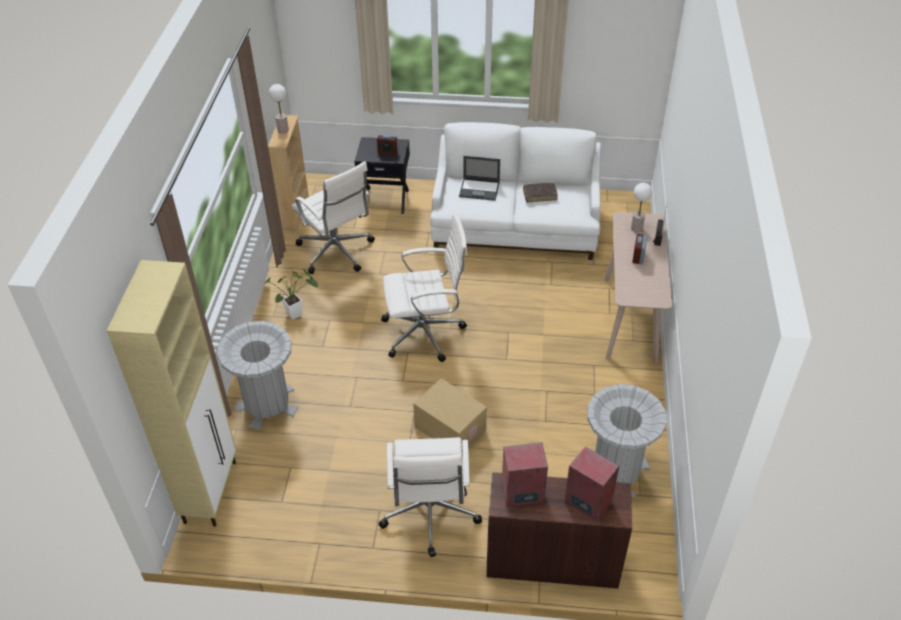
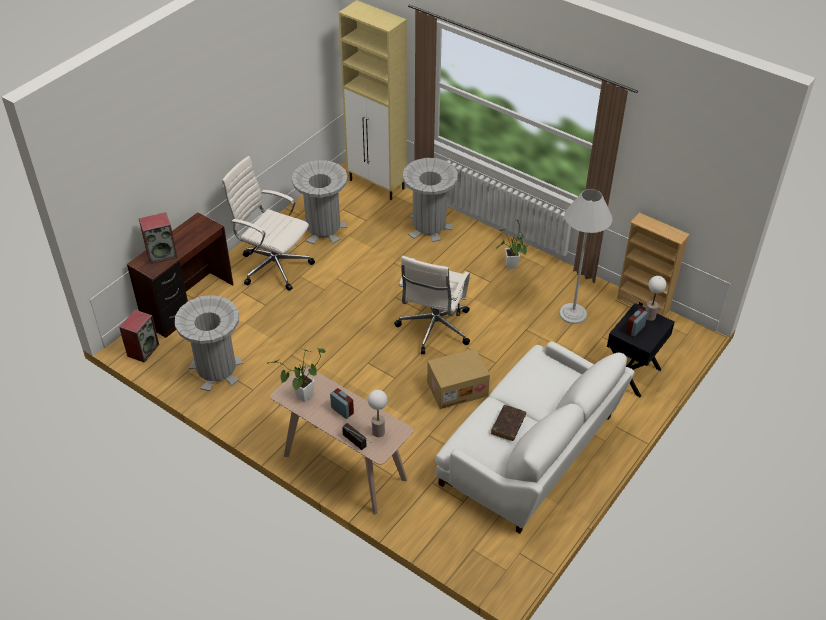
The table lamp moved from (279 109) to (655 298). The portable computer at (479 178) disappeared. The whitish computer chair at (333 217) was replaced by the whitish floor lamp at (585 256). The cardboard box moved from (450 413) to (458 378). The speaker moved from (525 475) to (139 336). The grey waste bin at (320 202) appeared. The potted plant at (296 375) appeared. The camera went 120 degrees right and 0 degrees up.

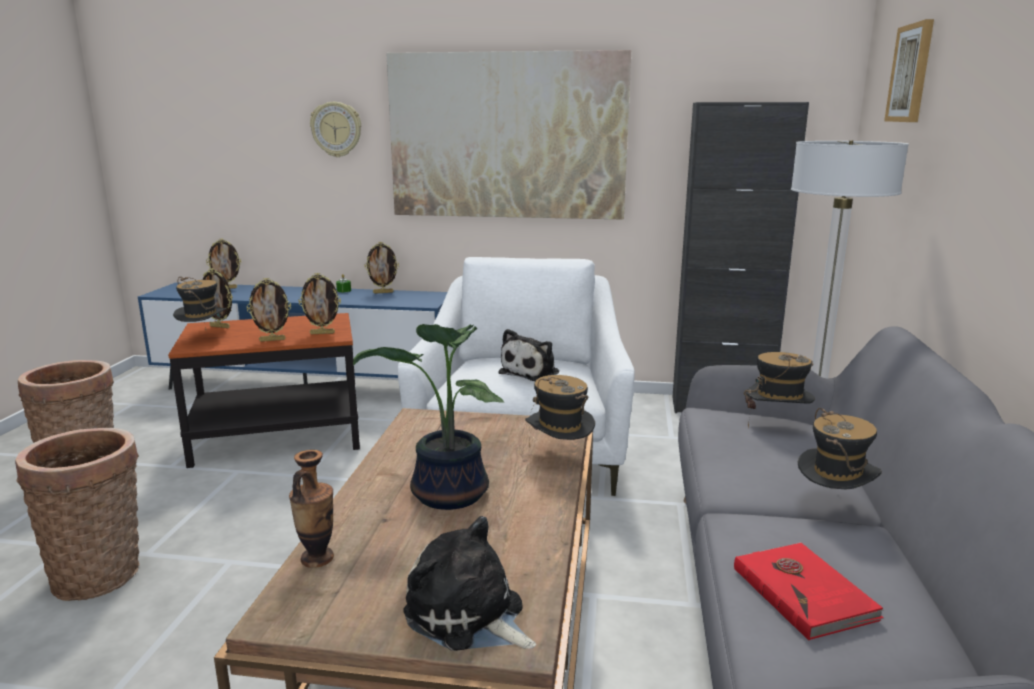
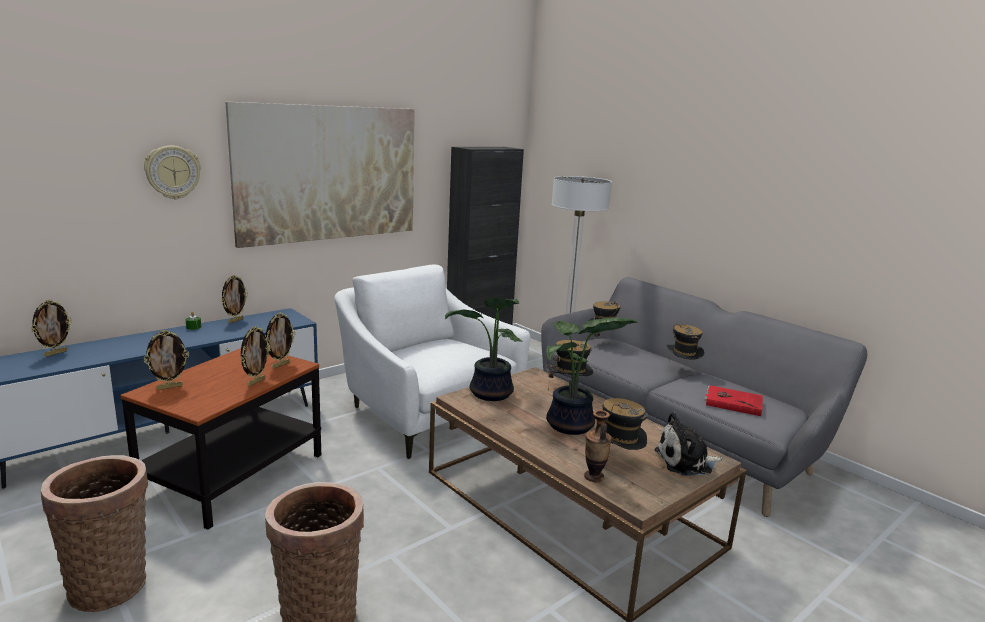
The wall art at (909 70) disappeared. The wearable hat moved from (200 303) to (621 424). The cuddly toy at (528 355) disappeared. The potted plant at (484 349) appeared. The camera went 50 degrees left and 0 degrees up.

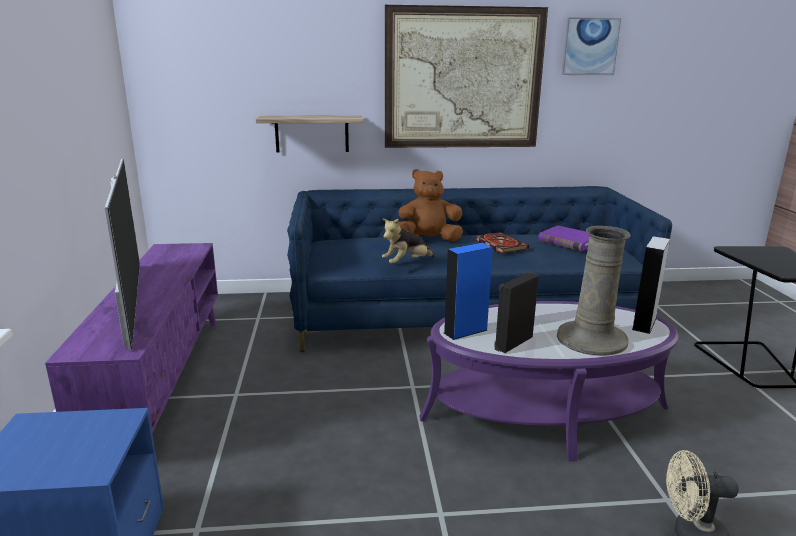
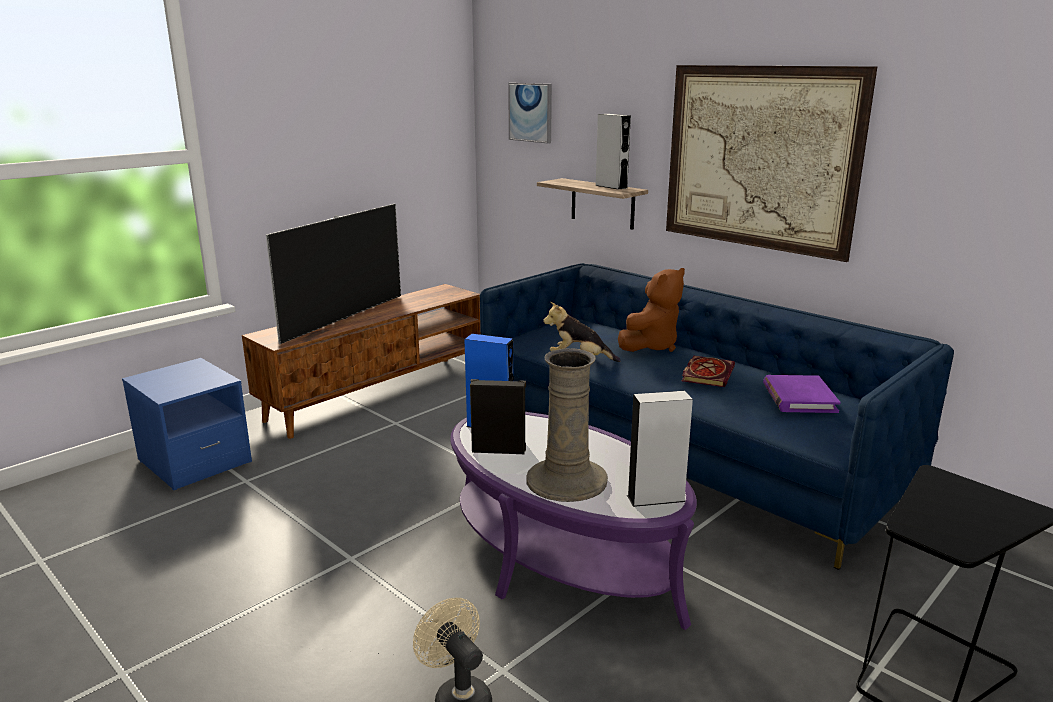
The wall art moved from (591 46) to (530 113). The brown cuddly toy at (430 205) turned 90 degrees clockwise. The purple-coloured tv stand at (131 348) became the brown tv stand at (361 361). The grey speaker at (613 152) appeared. The camera went 50 degrees right and 0 degrees up.

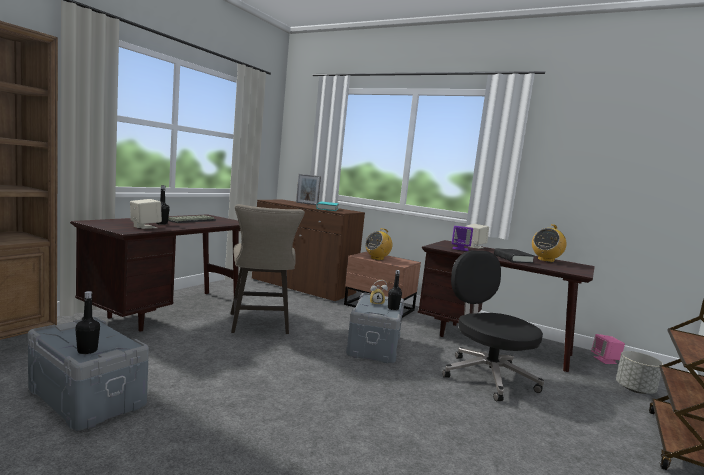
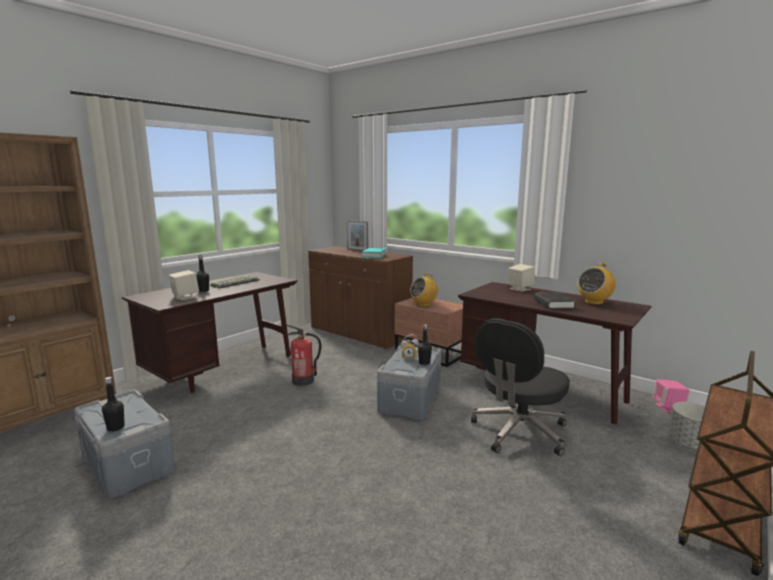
The beige-coloured stool seat at (267 269) was replaced by the fire extinguisher at (304 355). The purple-coloured speaker at (462 238) disappeared. The blackish computer chair at (493 325) turned 120 degrees counterclockwise. The camera went 10 degrees right and 5 degrees up.

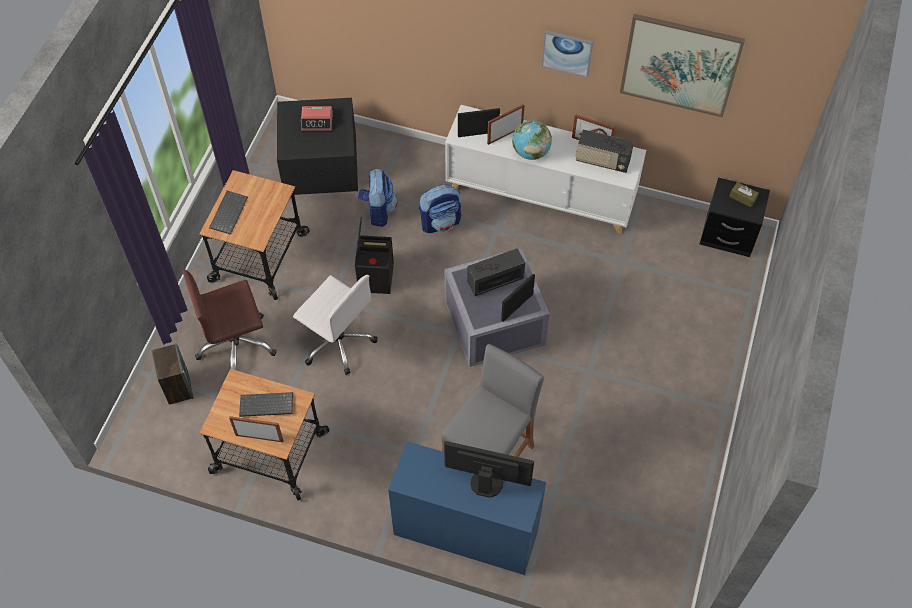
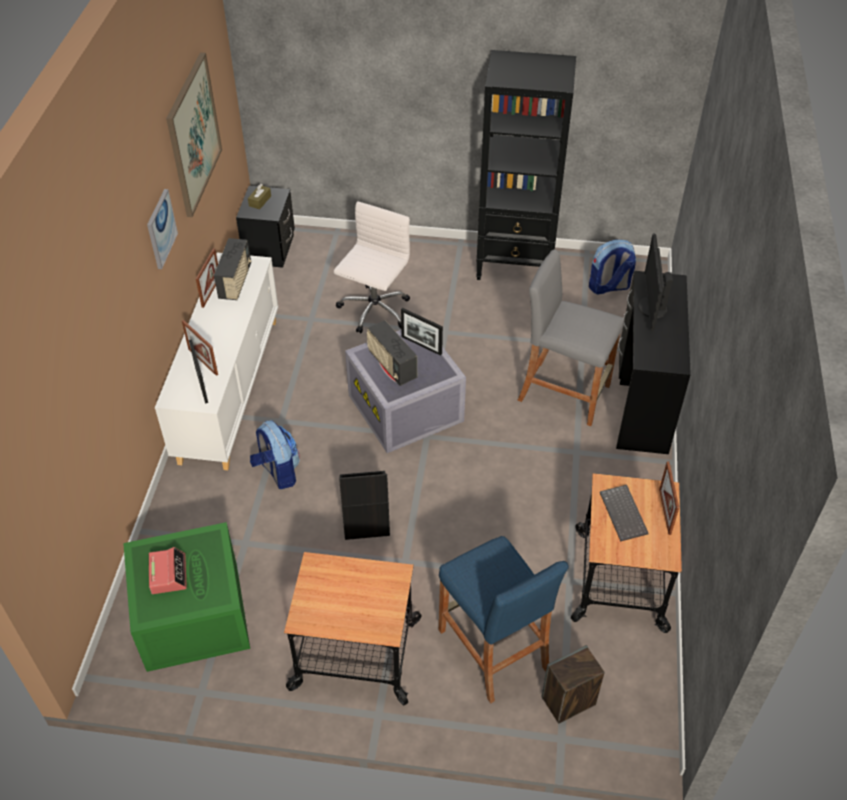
The blackish storage container at (317 146) became the green storage container at (186 597). The globe at (532 140) disappeared. The rucksack moved from (378 197) to (612 267). The computer keyboard at (228 213) disappeared. The brown computer chair at (229 320) was replaced by the blue stool seat at (504 620). The whitish computer chair moved from (335 325) to (372 267). The blue desk unit at (467 508) became the blackish desk unit at (653 362). The blackish shelving unit at (526 165) appeared. The camera went 100 degrees left and 10 degrees down.

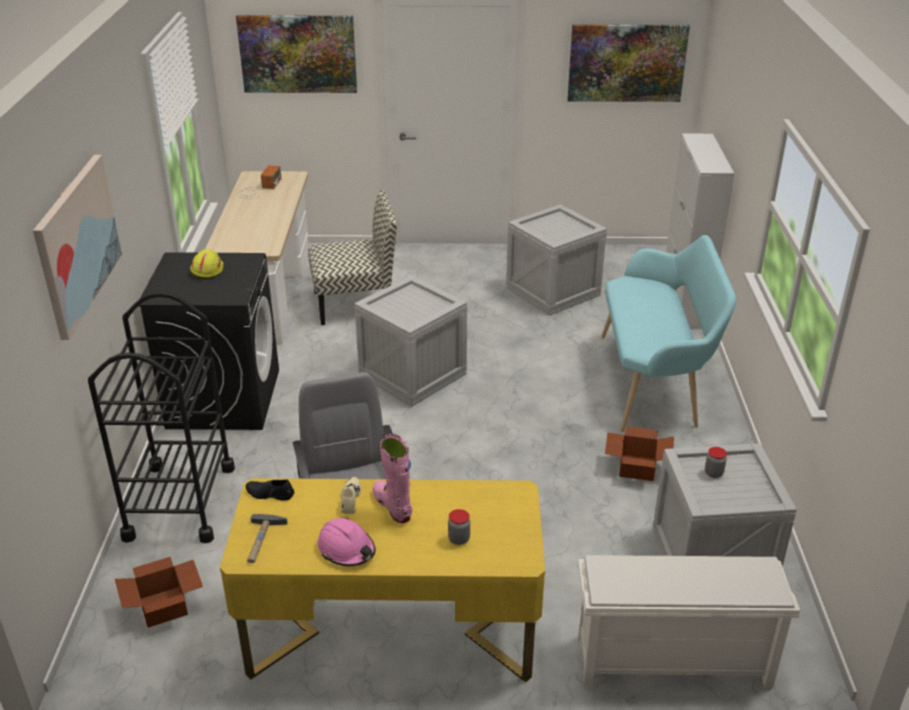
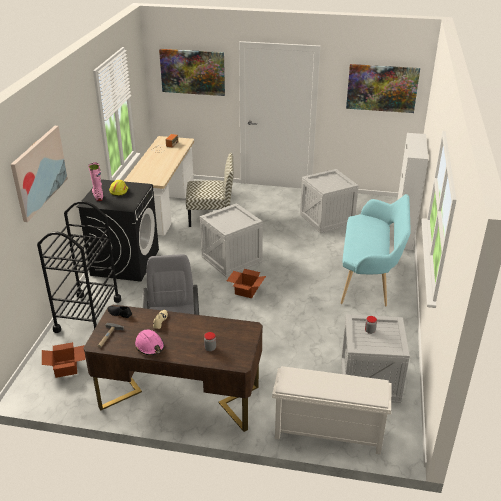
The cardboard box moved from (639 454) to (246 283). The pinkish boot moved from (393 478) to (95 181). The yellowish desk unit at (382 580) became the brown desk unit at (173 368). The camera went 10 degrees right and 0 degrees up.

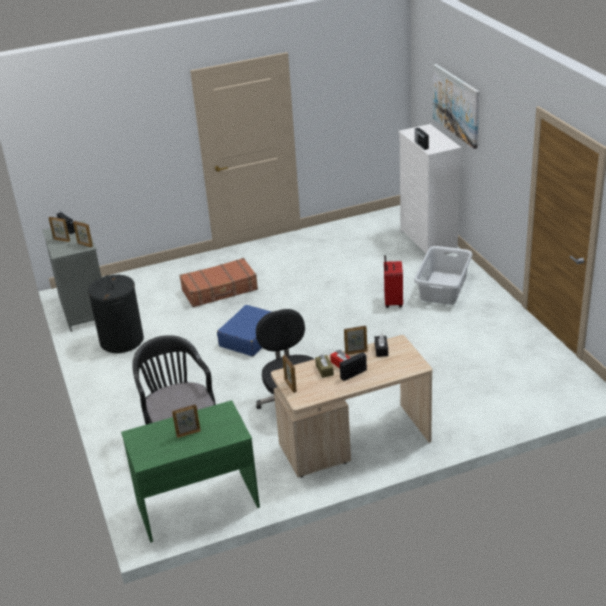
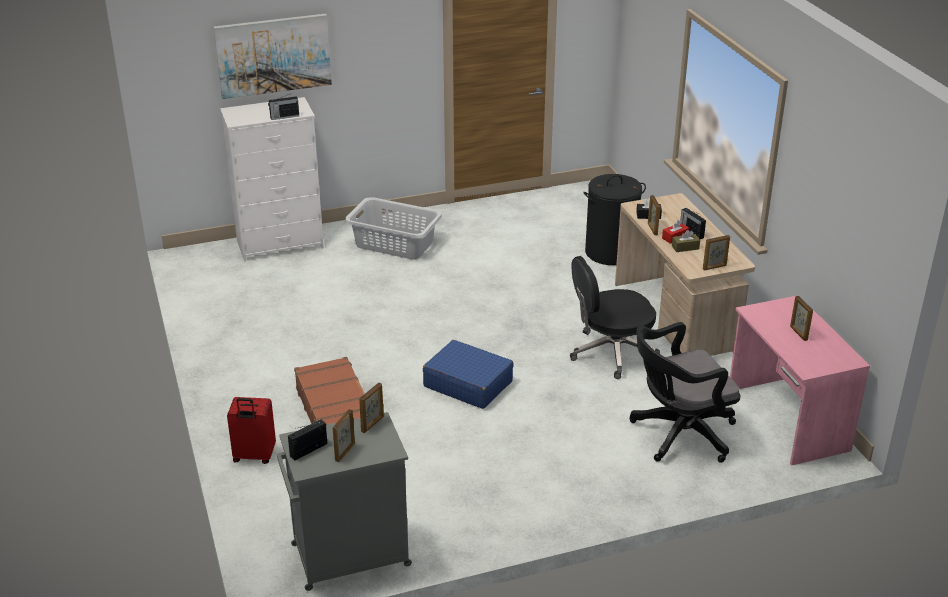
The reddish travel case moved from (393 281) to (251 430). The blackish laundry basket moved from (116 314) to (614 219). The green desk unit at (190 471) became the pinkish desk unit at (800 380). The camera went 90 degrees left and 0 degrees up.

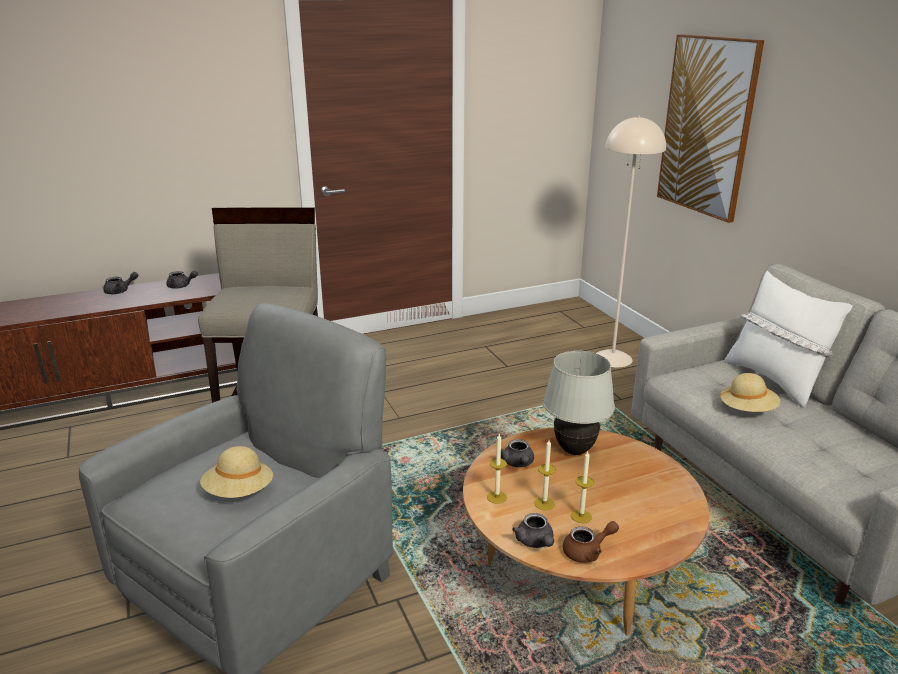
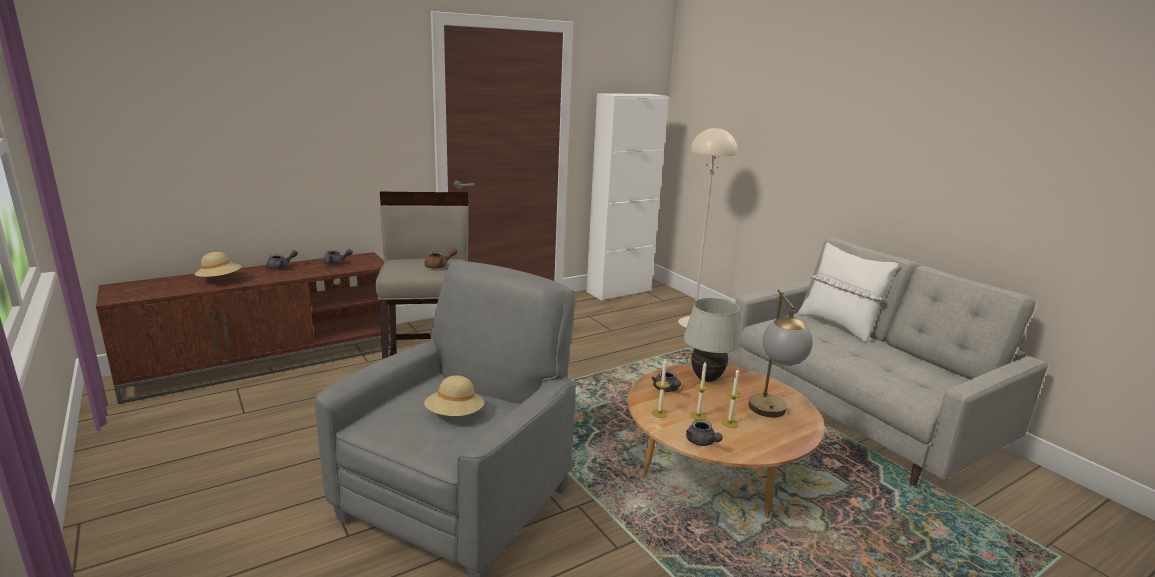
The wall art at (710 128) disappeared. The beige-coloured wearable hat moved from (749 392) to (218 265). The brown tea pot moved from (591 542) to (441 258). The whitish storage cabinet at (627 197) appeared. The table lamp at (780 353) appeared. The camera went 10 degrees left and 5 degrees down.

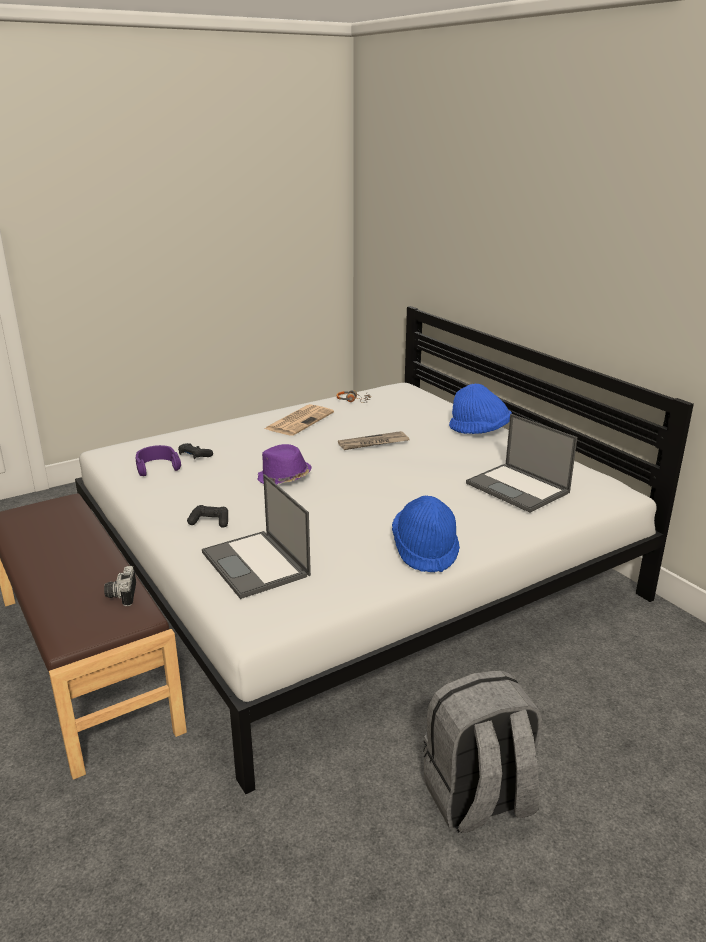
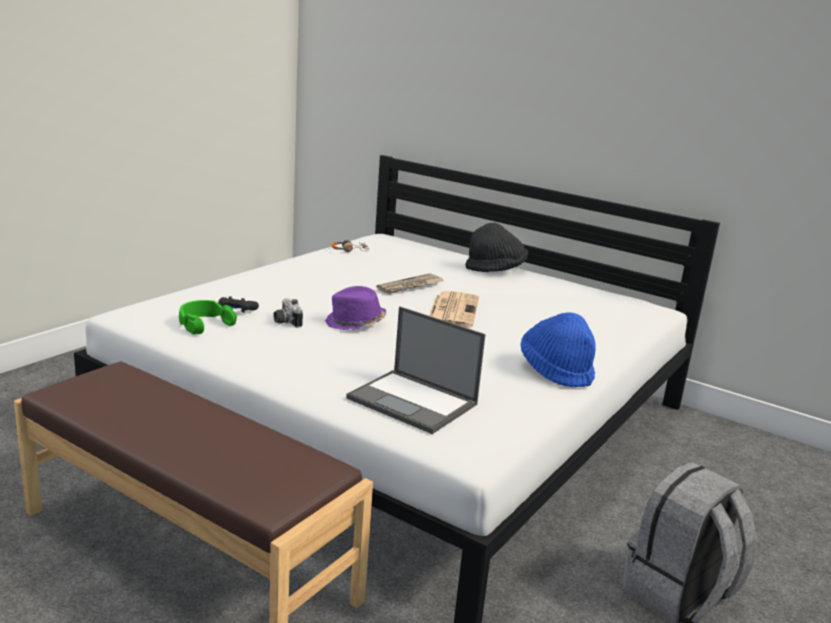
The blue wearable hat at (480 409) became the blackish wearable hat at (496 247). The printed paper moved from (299 420) to (454 309). The portable computer at (521 463) disappeared. The purple-coloured headset at (158 460) became the green headset at (208 317). The blackish joypad at (207 516) disappeared. The still camera moved from (120 586) to (288 313). The camera went 25 degrees left and 5 degrees down.

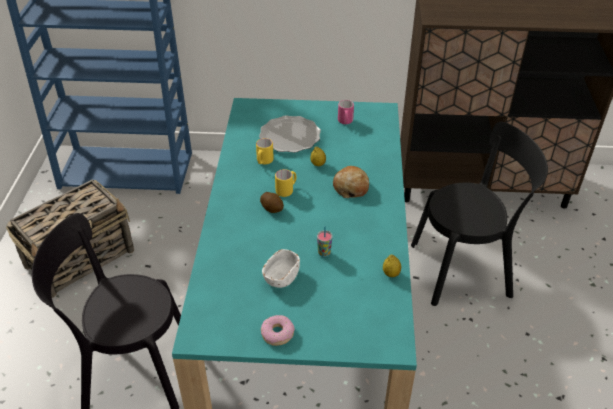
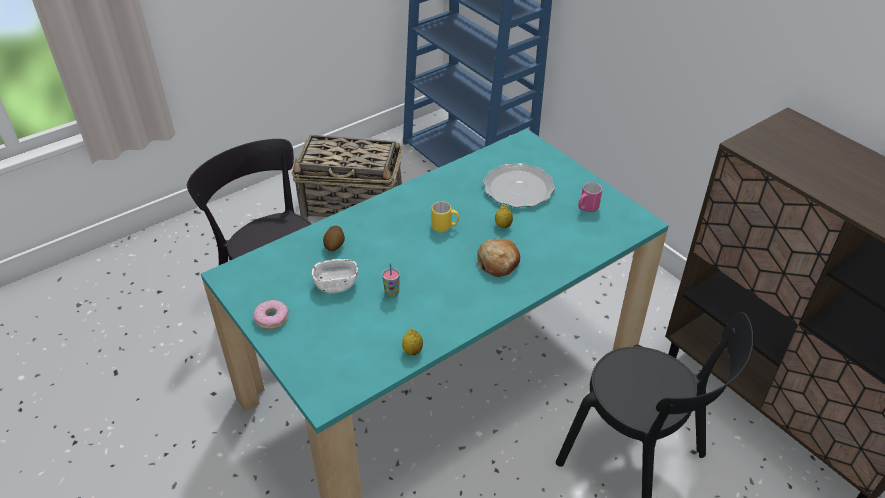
The yellowish mug at (265 151) disappeared. The spud moved from (272 202) to (334 238). The camera went 50 degrees right and 0 degrees up.

